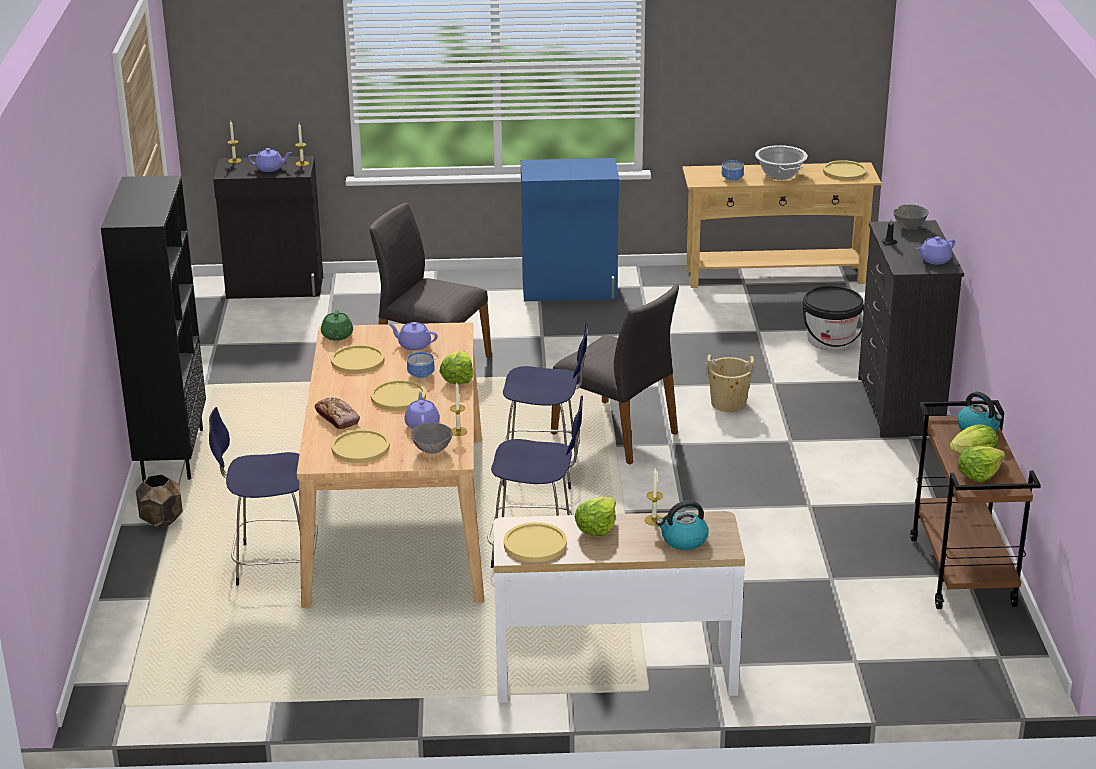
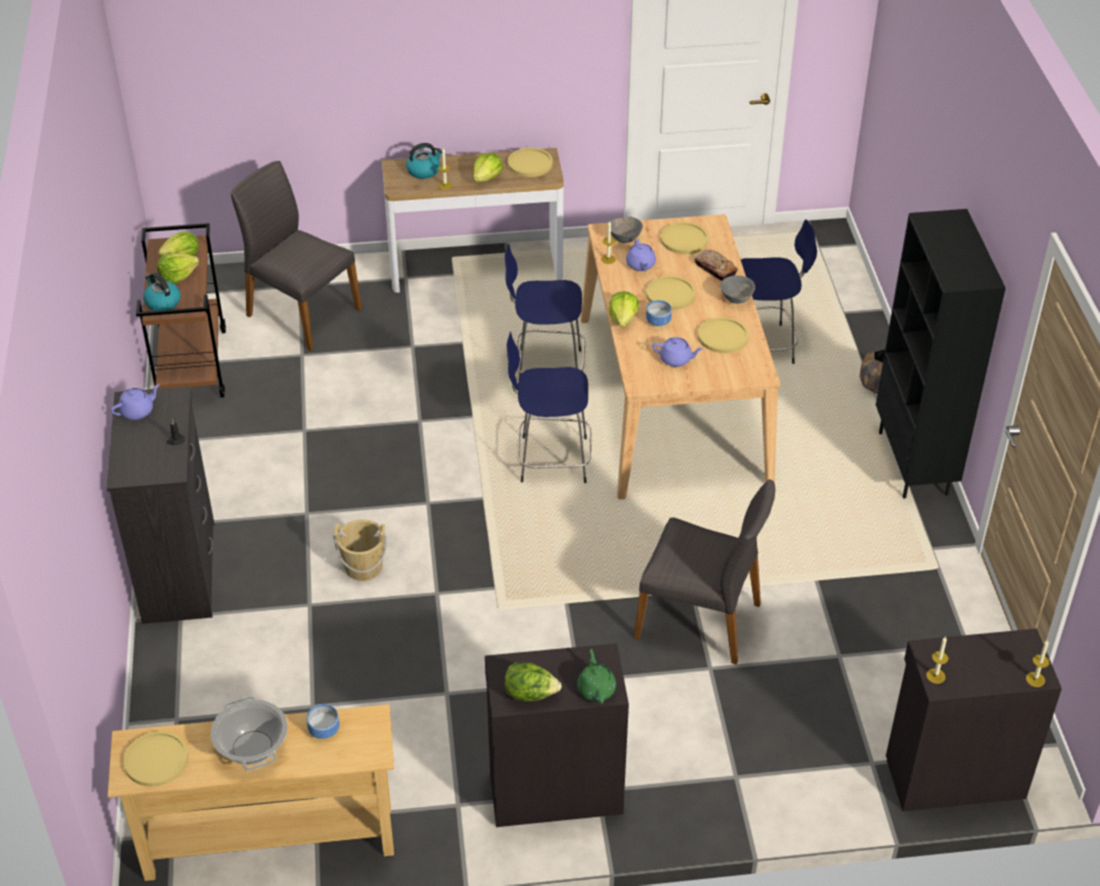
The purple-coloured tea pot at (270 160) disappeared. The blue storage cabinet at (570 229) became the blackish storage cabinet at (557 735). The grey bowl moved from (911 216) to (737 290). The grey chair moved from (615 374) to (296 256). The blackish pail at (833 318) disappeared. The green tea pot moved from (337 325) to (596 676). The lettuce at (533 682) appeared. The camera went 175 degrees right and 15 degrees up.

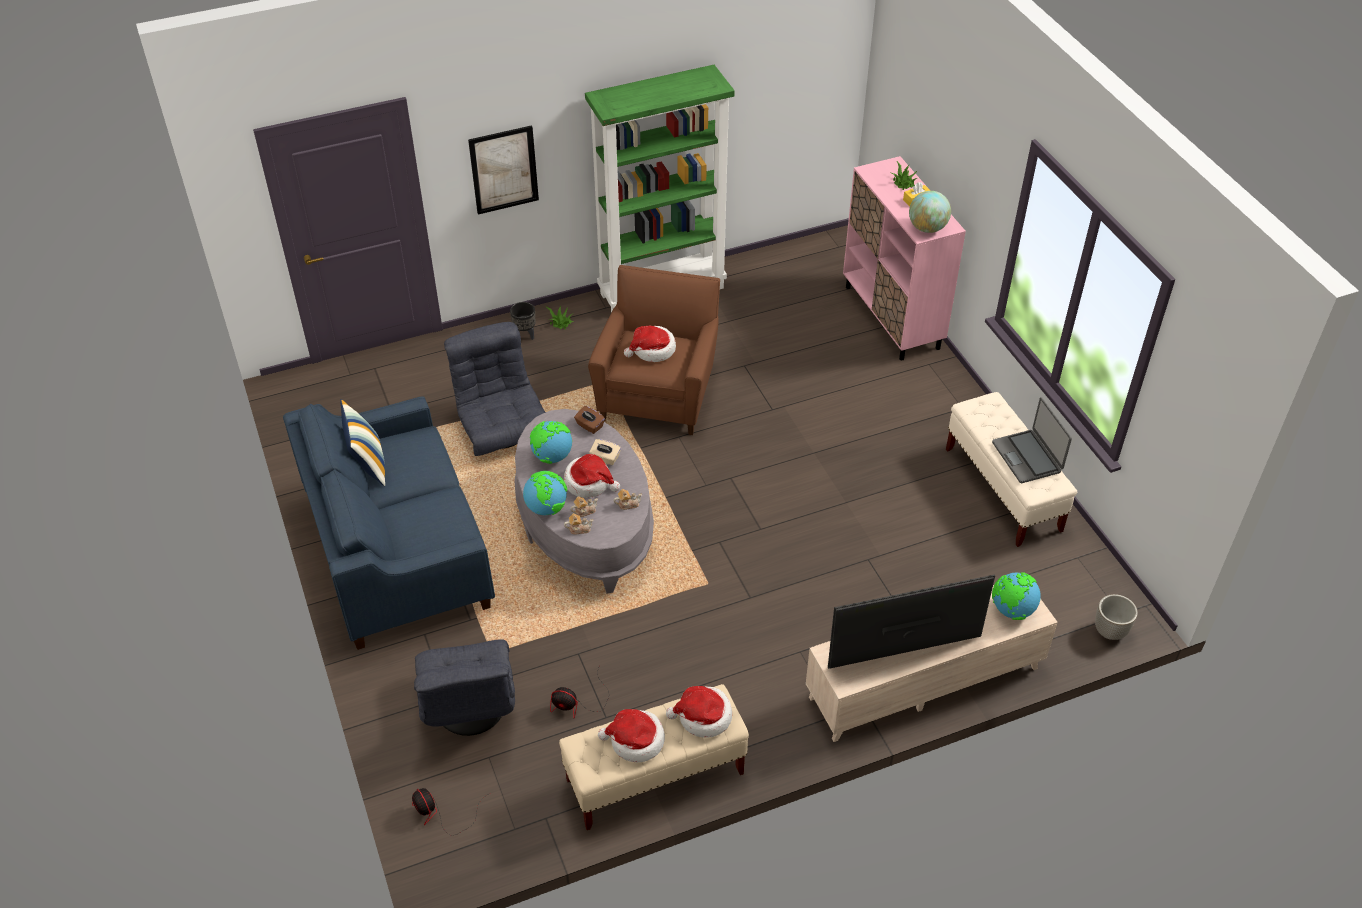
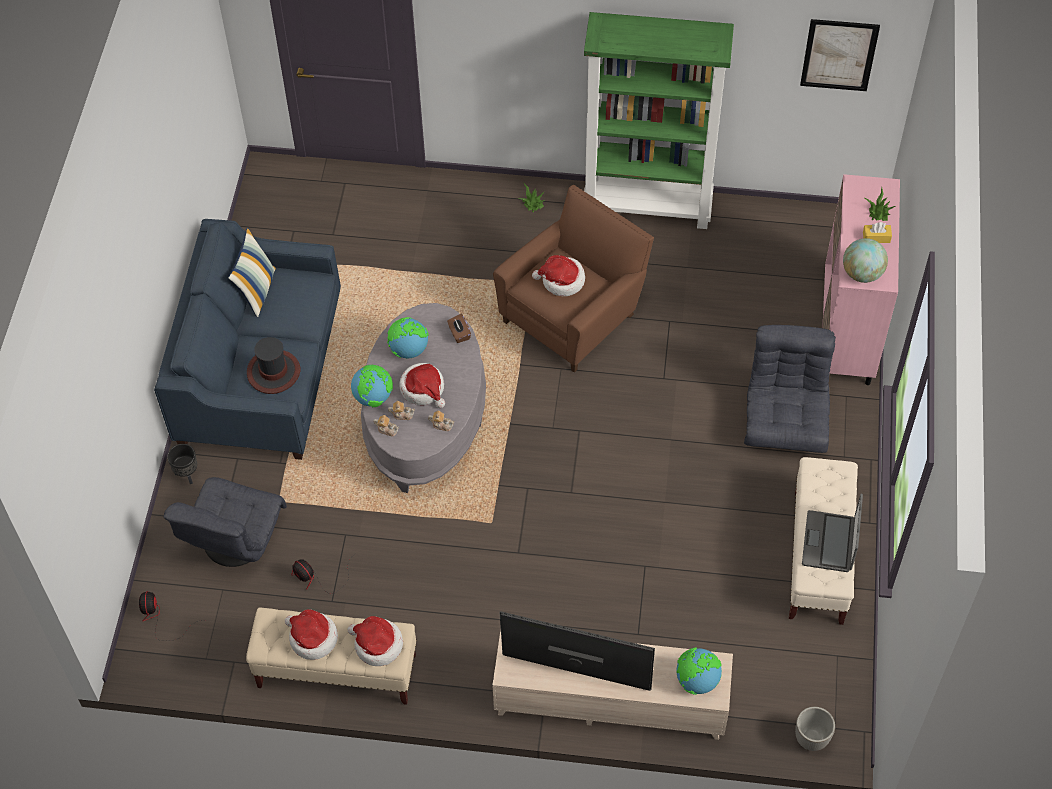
The wall art moved from (503 170) to (840 55). The blackish plant pot moved from (523 321) to (182 464). The grey armchair moved from (495 389) to (790 389). The beige-coloured tissue holder at (605 452) disappeared. The wearable hat at (273 365) appeared. The camera went 30 degrees right and 10 degrees up.

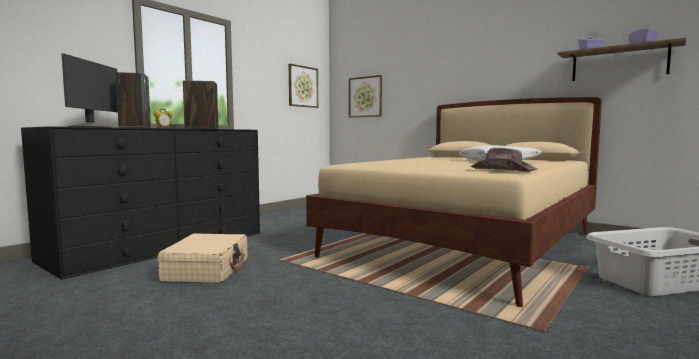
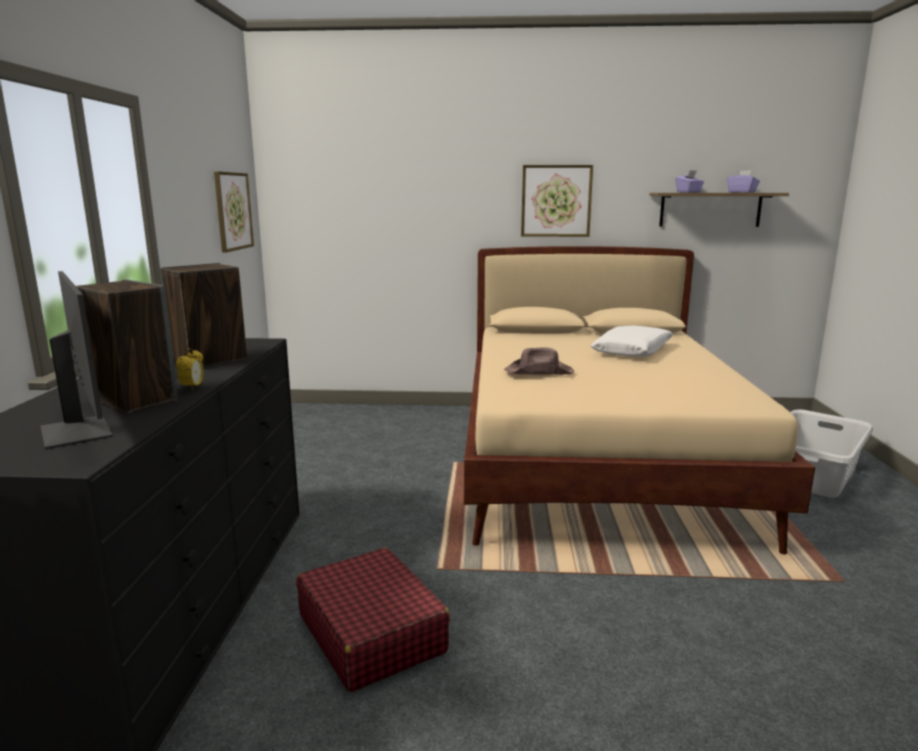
The wall art moved from (365 96) to (557 201). The brown wearable hat moved from (504 160) to (539 361). The beige-coloured travel case at (202 258) became the reddish travel case at (373 619). The camera went 35 degrees left and 10 degrees up.

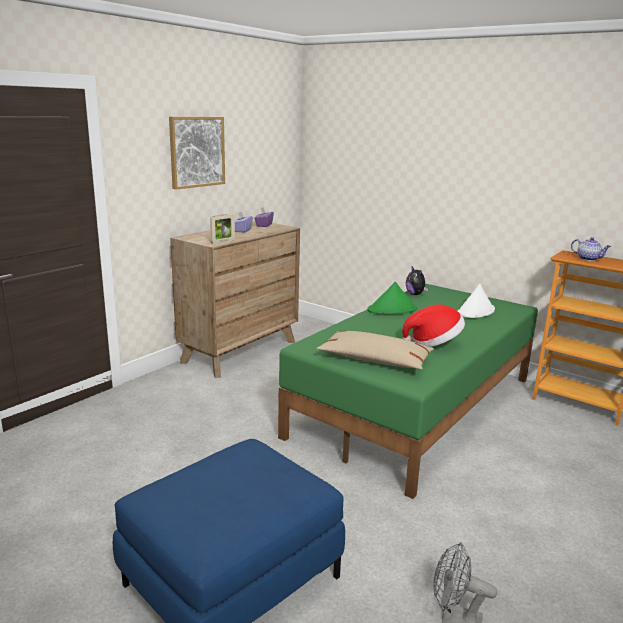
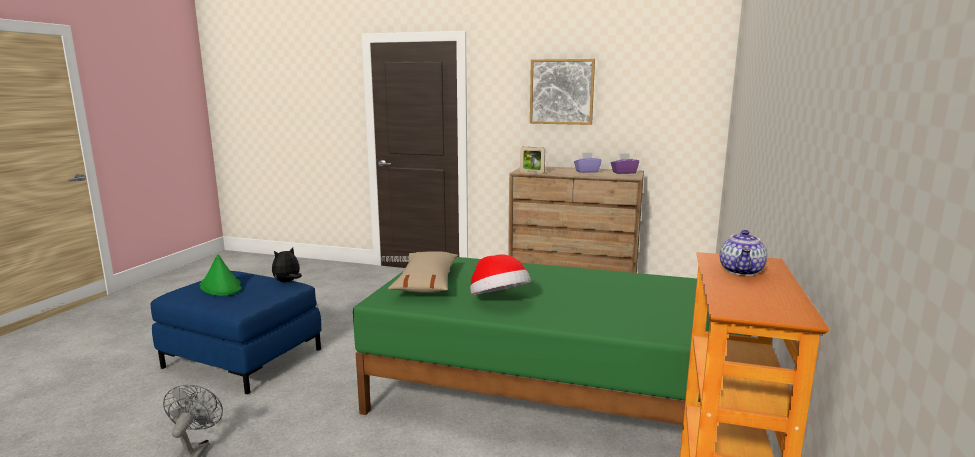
The cuddly toy moved from (417 281) to (287 264). The green wearable hat moved from (392 298) to (221 275). The whitish wearable hat at (476 300) disappeared. The camera went 70 degrees right and 5 degrees down.

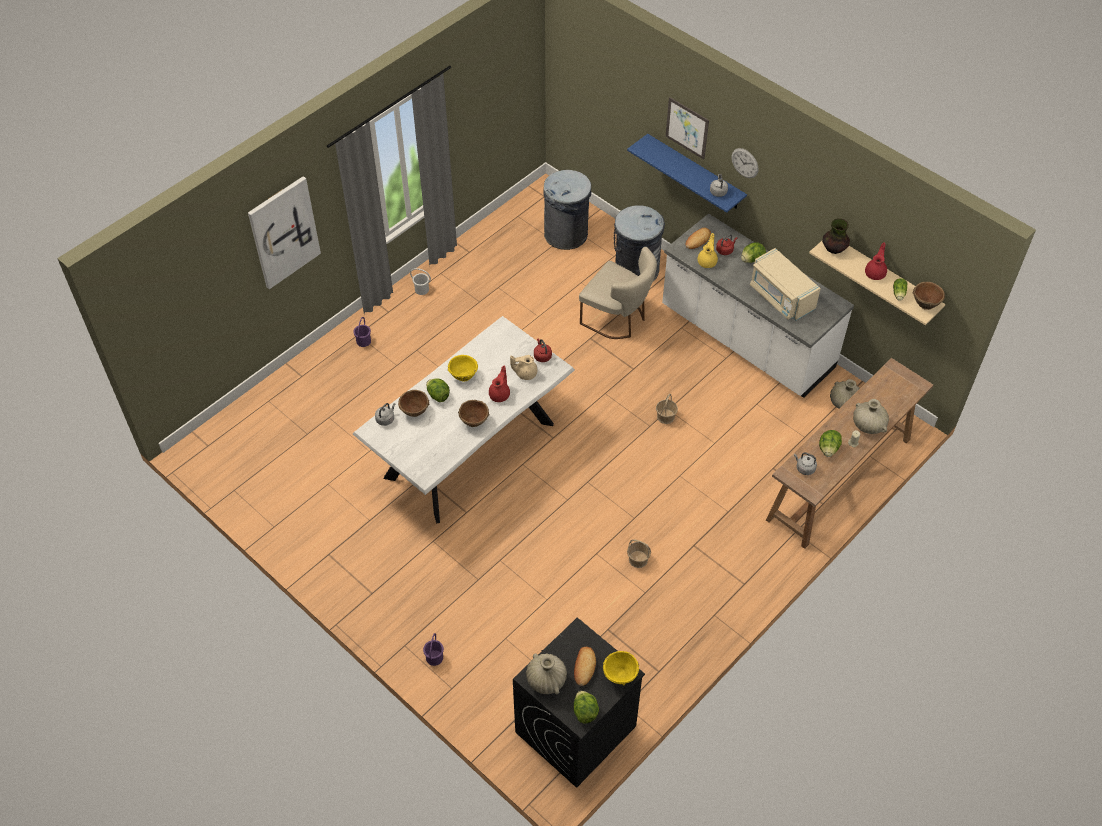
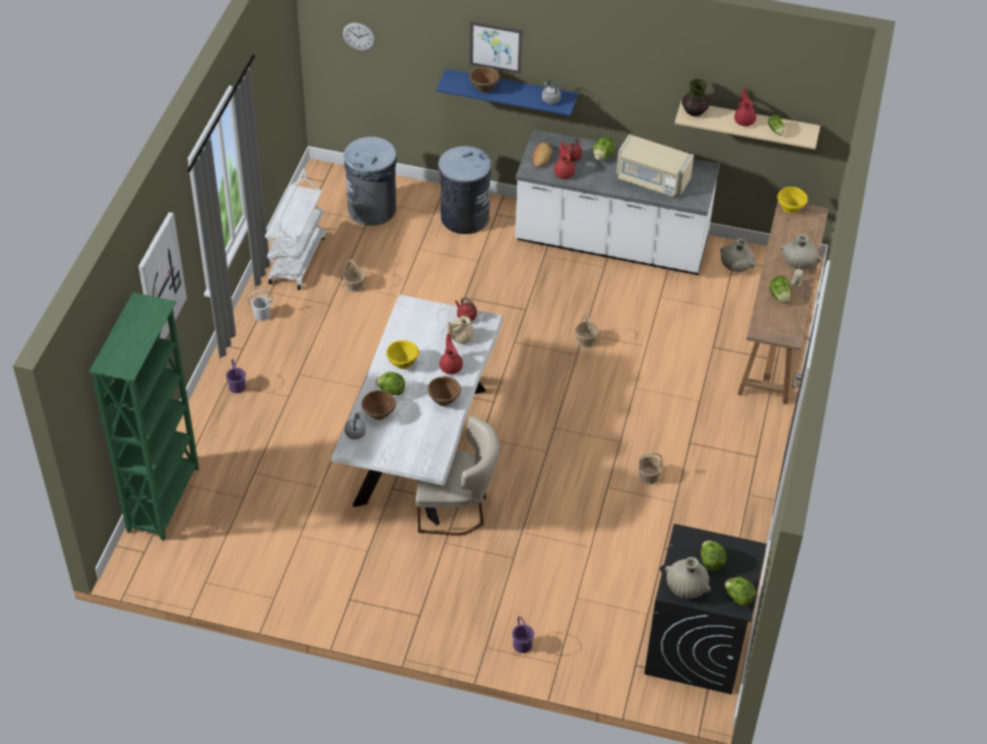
The hanging clock moved from (745 163) to (359 37). The yellowish tea pot at (708 250) became the reddish tea pot at (564 160). The beige-coloured chair moved from (618 293) to (458 476). The brown bowl moved from (928 296) to (485 80). The grey tea kettle at (805 464) disappeared. The bakery bread at (585 666) was replaced by the lettuce at (714 555). The yellowish bowl moved from (621 668) to (792 200). The whitish trolley at (295 229) appeared. The storage basket at (354 275) appeared. The green shelving unit at (144 416) appeared. The camera went 30 degrees left and 5 degrees down.

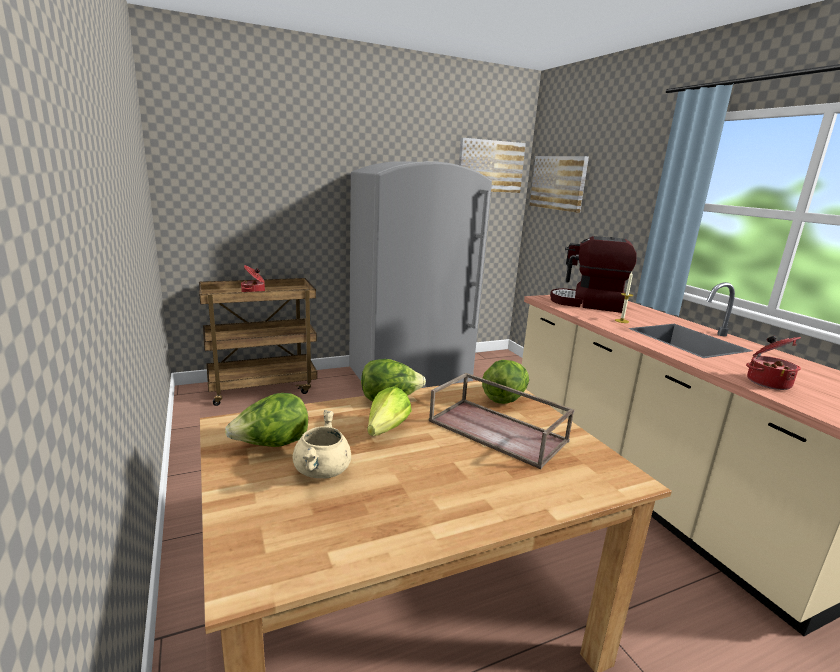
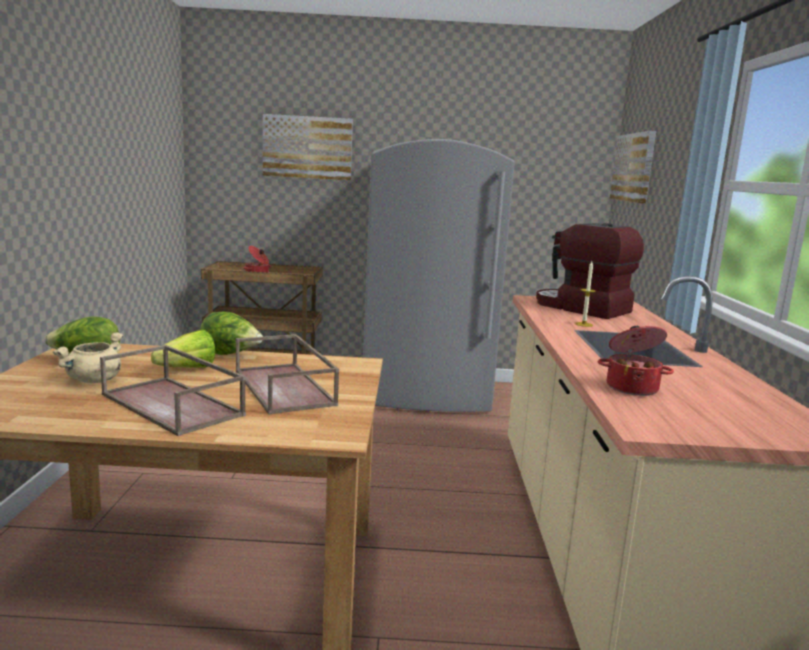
The wall art moved from (492 165) to (308 147). The lettuce at (505 382) disappeared. The brown carrying tray at (173 390) appeared. The camera went 25 degrees right and 5 degrees down.

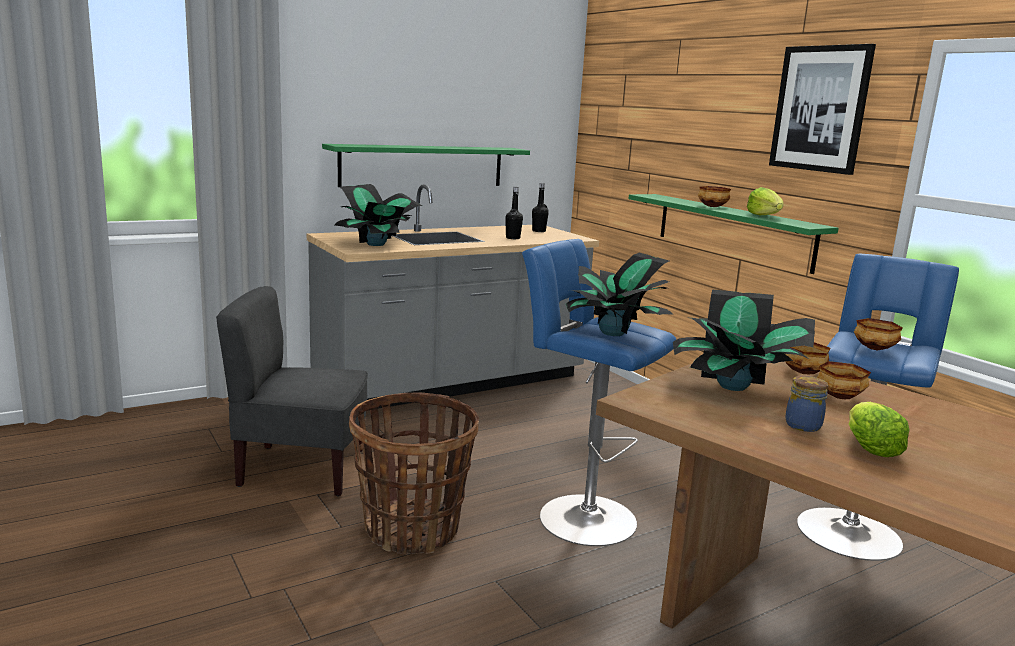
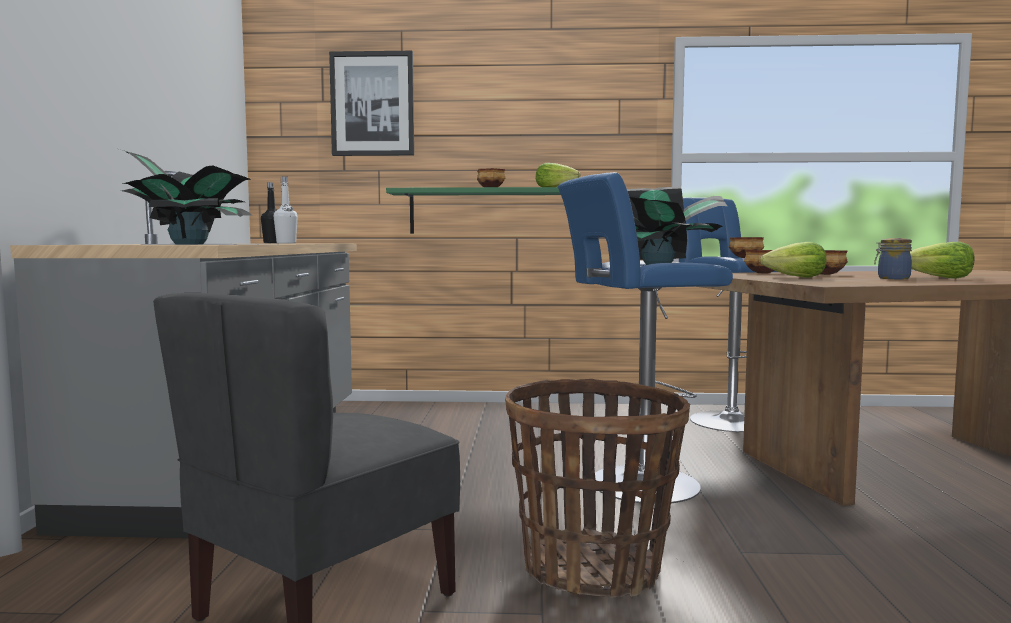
The wall art moved from (822 109) to (371 103). The green bracket shelf at (426 165) disappeared. The blackish drink bottle at (514 213) became the whitish drink bottle at (286 210). The potted plant at (744 340) was replaced by the lettuce at (793 260). The camera went 55 degrees left and 10 degrees down.

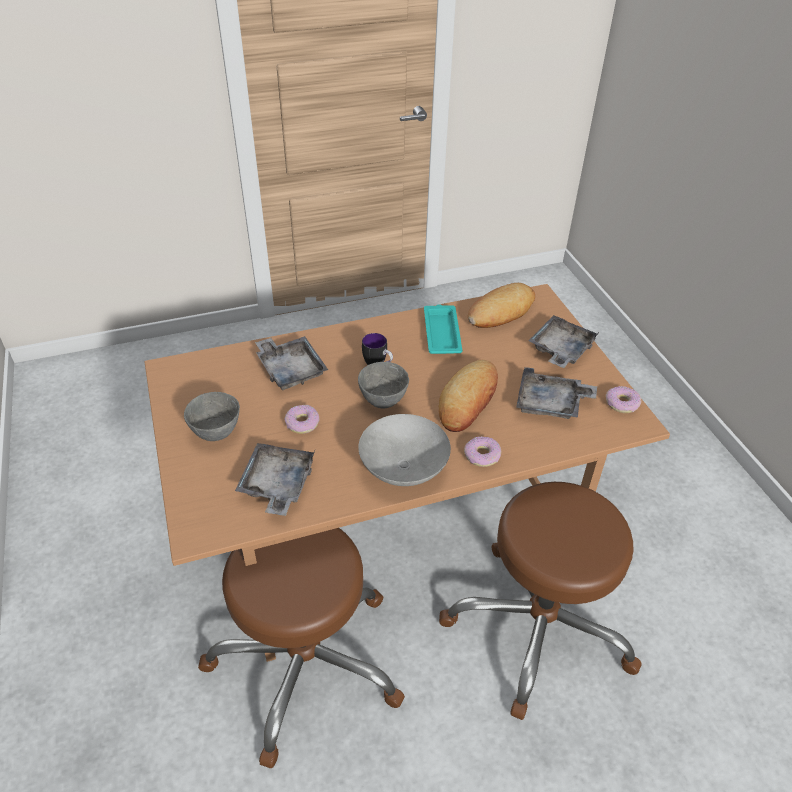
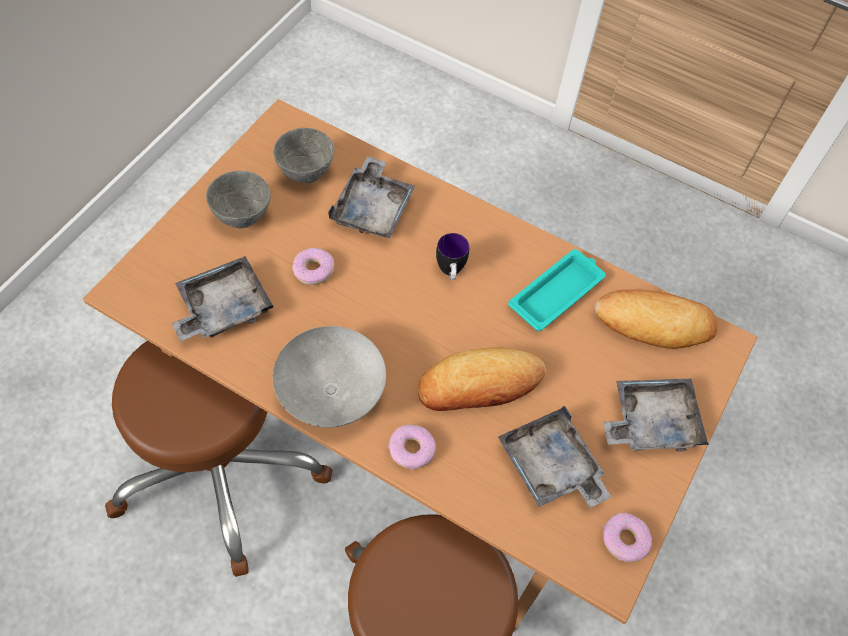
The grey bowl moved from (383 385) to (303 155). The camera went 45 degrees right and 15 degrees up.

